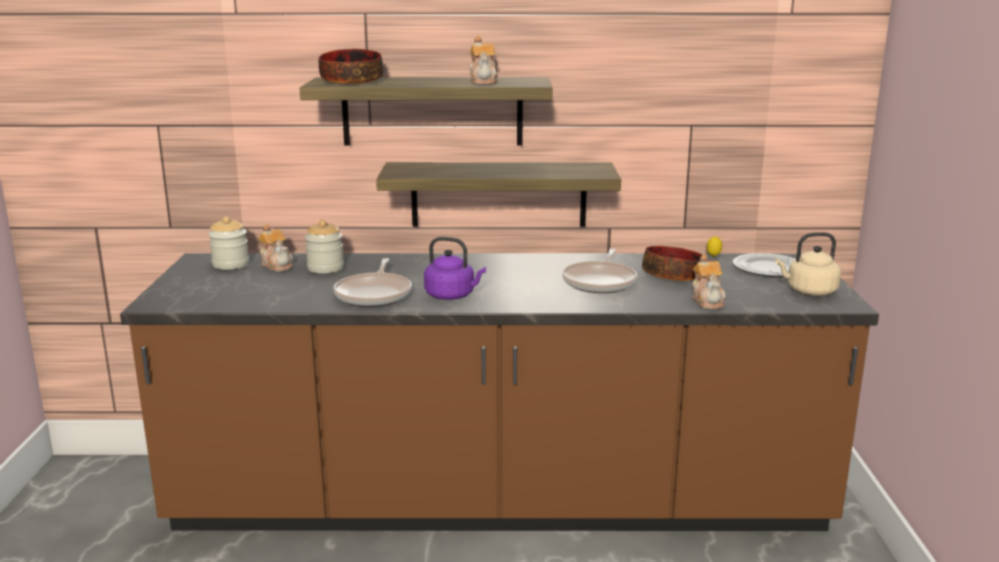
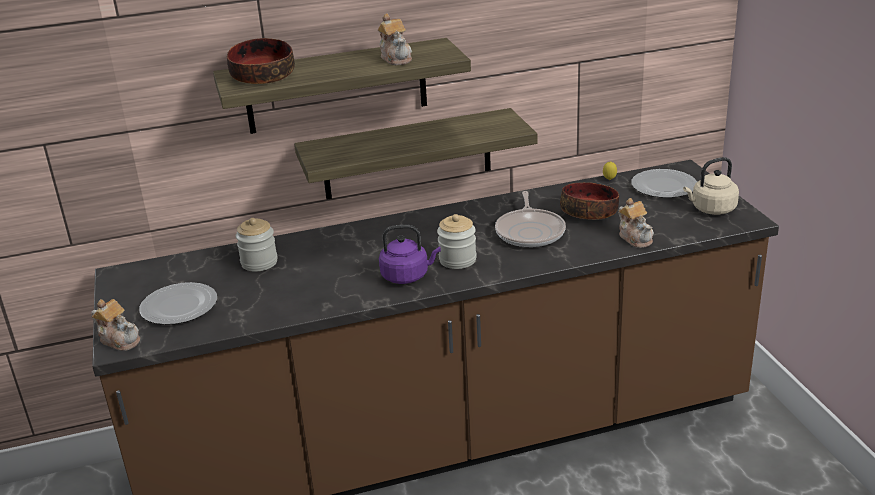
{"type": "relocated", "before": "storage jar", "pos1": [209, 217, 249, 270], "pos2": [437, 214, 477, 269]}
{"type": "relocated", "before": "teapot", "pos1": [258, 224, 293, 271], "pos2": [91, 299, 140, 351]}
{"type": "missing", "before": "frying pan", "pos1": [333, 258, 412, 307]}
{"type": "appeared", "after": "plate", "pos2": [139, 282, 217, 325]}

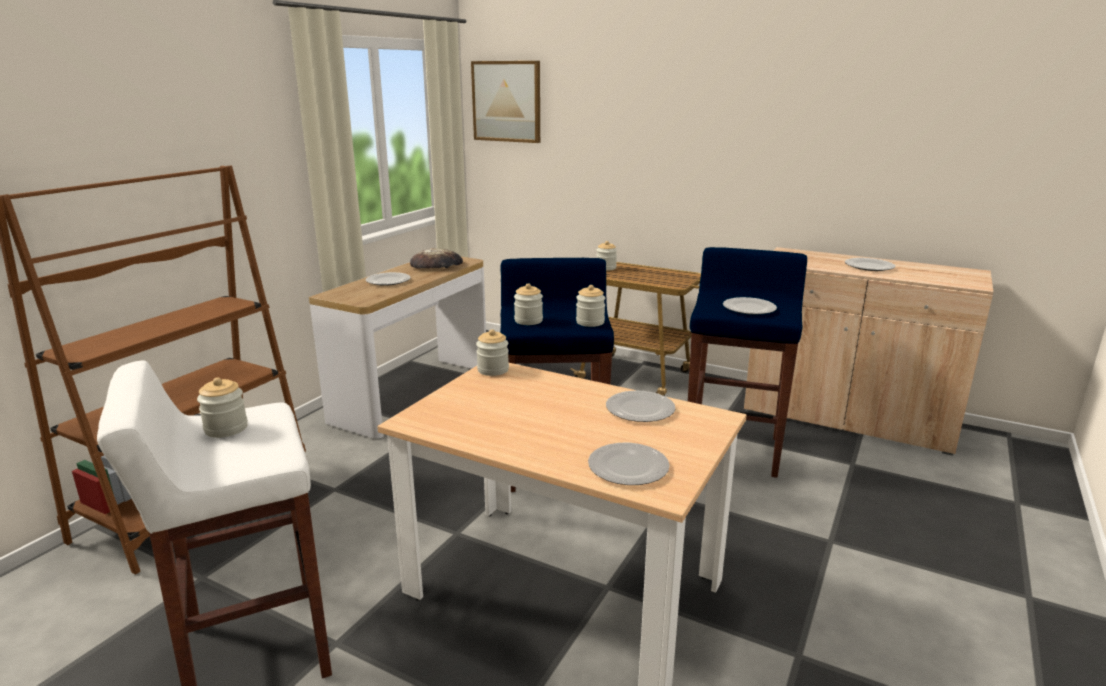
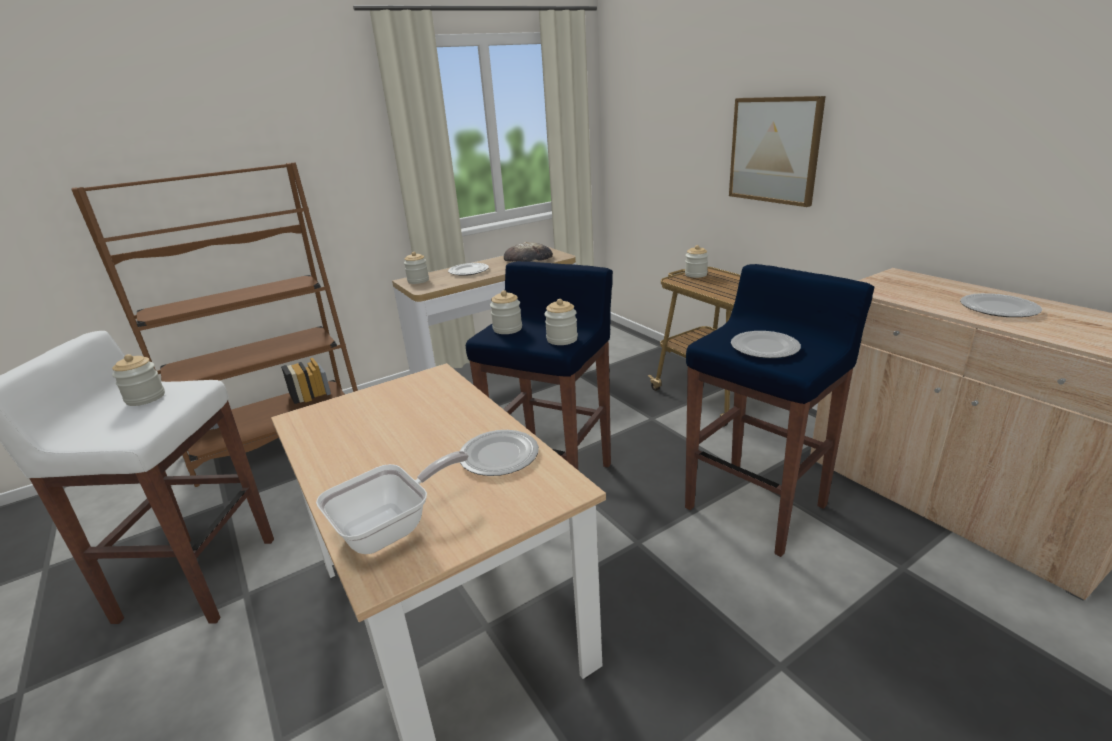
{"type": "relocated", "before": "picture", "pos1": [471, 61, 540, 143], "pos2": [729, 96, 826, 207]}
{"type": "relocated", "before": "storage jar", "pos1": [476, 329, 509, 376], "pos2": [404, 252, 429, 284]}
{"type": "exchanged", "before": "plate", "after": "frying pan", "pos1": [588, 443, 670, 485], "pos2": [316, 451, 469, 554]}

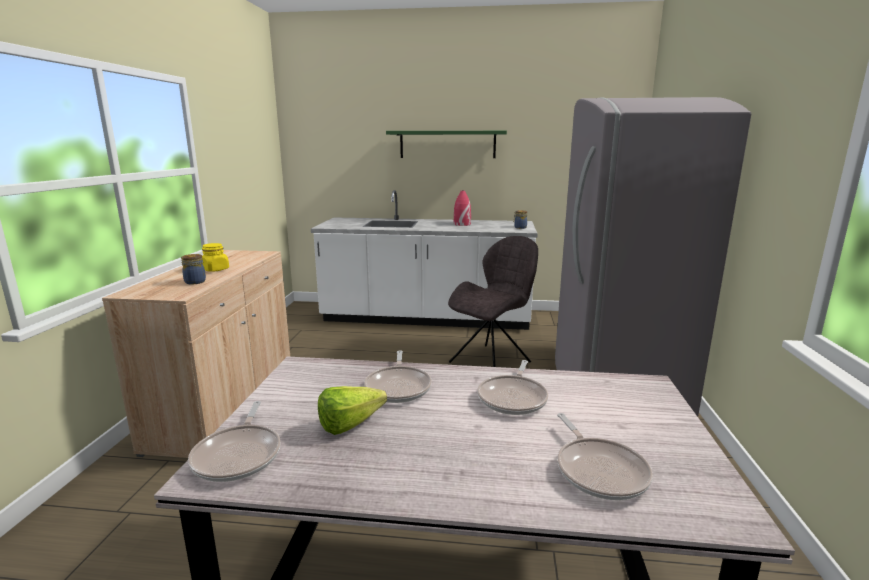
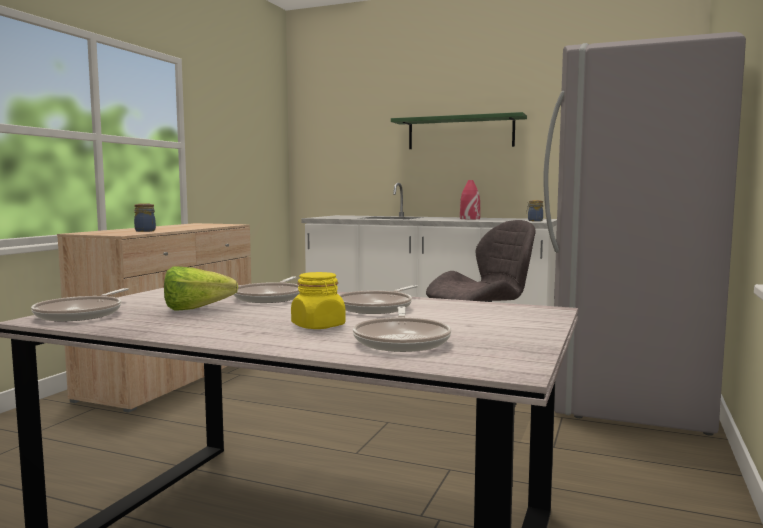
{"type": "relocated", "before": "yellow-coloured storage jar", "pos1": [202, 243, 229, 272], "pos2": [291, 272, 346, 329]}

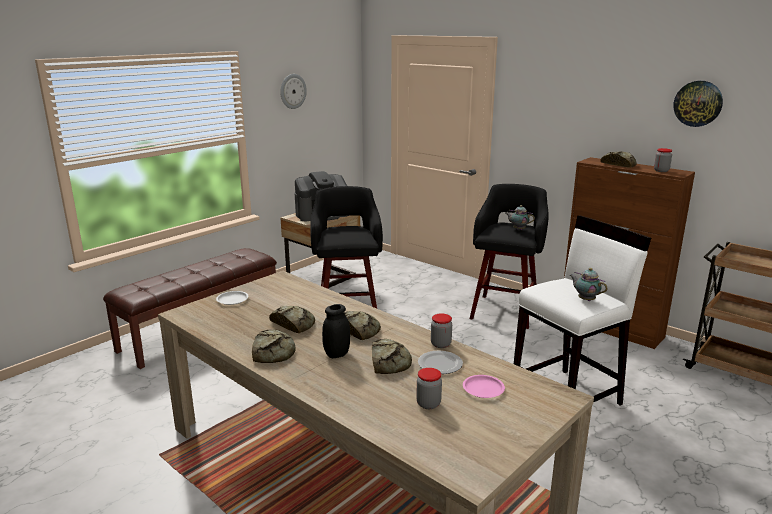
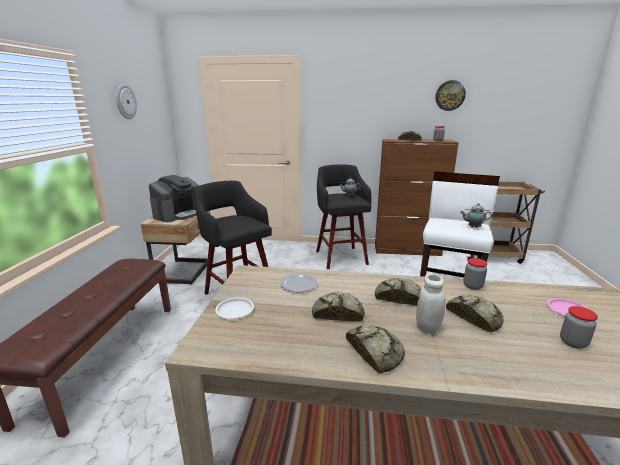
{"type": "colour", "before": "blackish storage jar", "after": "whitish storage jar", "pos1": [322, 304, 350, 358], "pos2": [416, 274, 446, 334]}
{"type": "relocated", "before": "plate", "pos1": [418, 351, 463, 374], "pos2": [280, 273, 318, 293]}

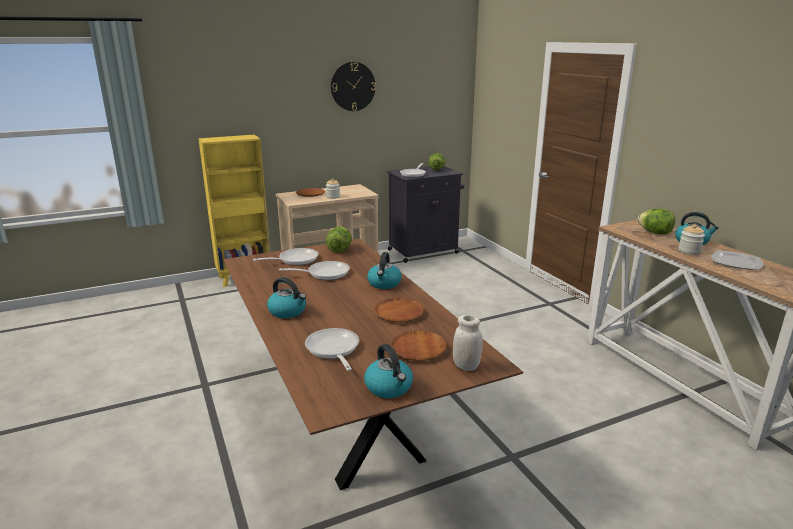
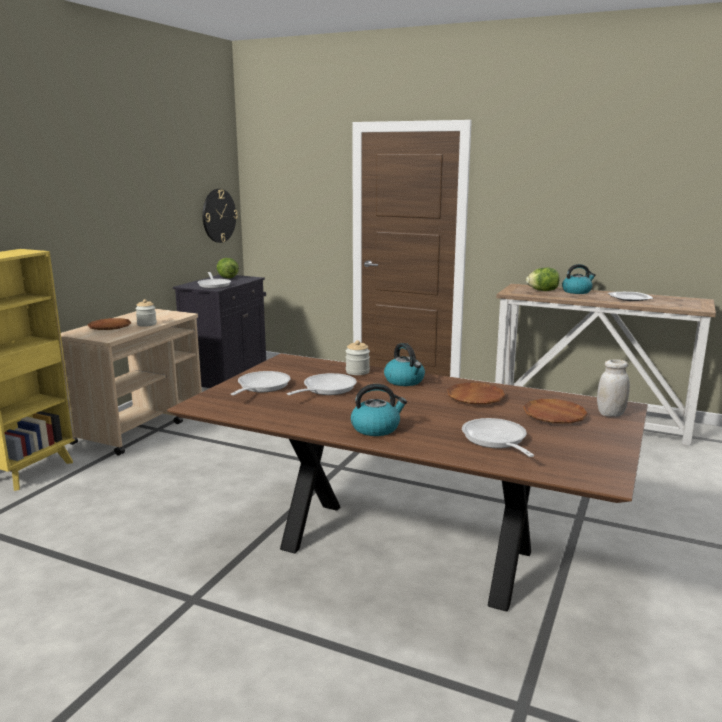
{"type": "relocated", "before": "wall clock", "pos1": [331, 62, 376, 111], "pos2": [203, 189, 238, 243]}
{"type": "relocated", "before": "storage jar", "pos1": [678, 224, 705, 255], "pos2": [346, 340, 370, 375]}
{"type": "missing", "before": "lettuce head", "pos1": [326, 227, 352, 253]}
{"type": "spun", "before": "frying pan", "pos1": [305, 328, 359, 371], "pos2": [462, 418, 534, 457], "turn": 45}
{"type": "missing", "before": "water kettle", "pos1": [364, 344, 413, 398]}

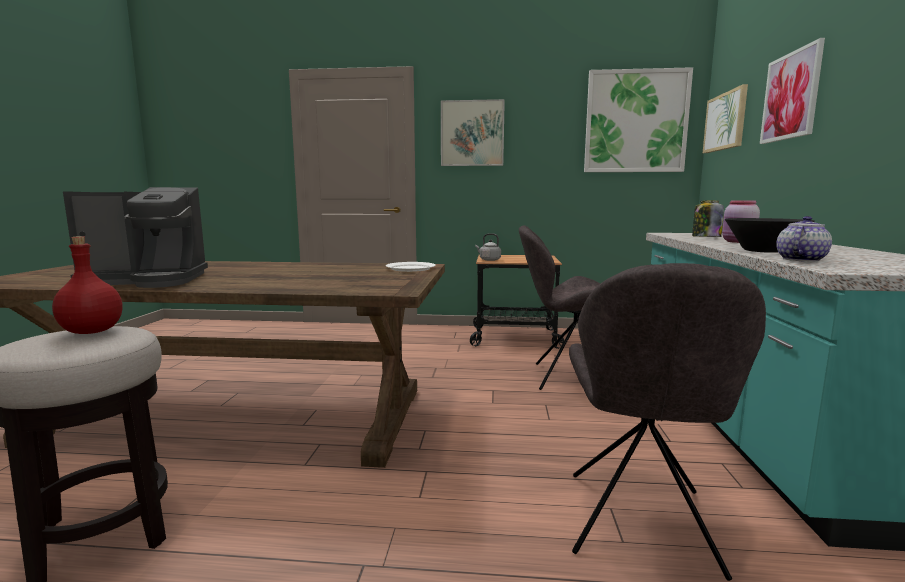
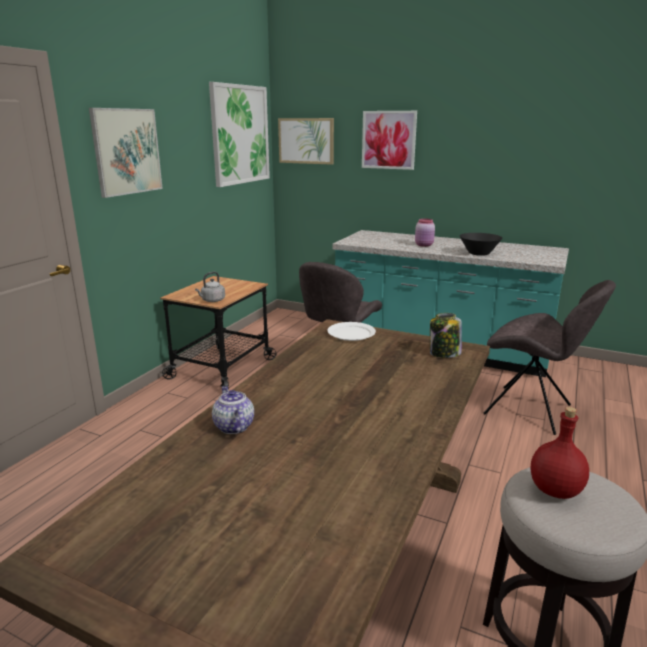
{"type": "missing", "before": "coffee brewer", "pos1": [63, 187, 208, 288]}
{"type": "relocated", "before": "storage jar", "pos1": [692, 200, 724, 237], "pos2": [430, 313, 462, 358]}
{"type": "relocated", "before": "teapot", "pos1": [776, 216, 832, 262], "pos2": [212, 386, 254, 434]}

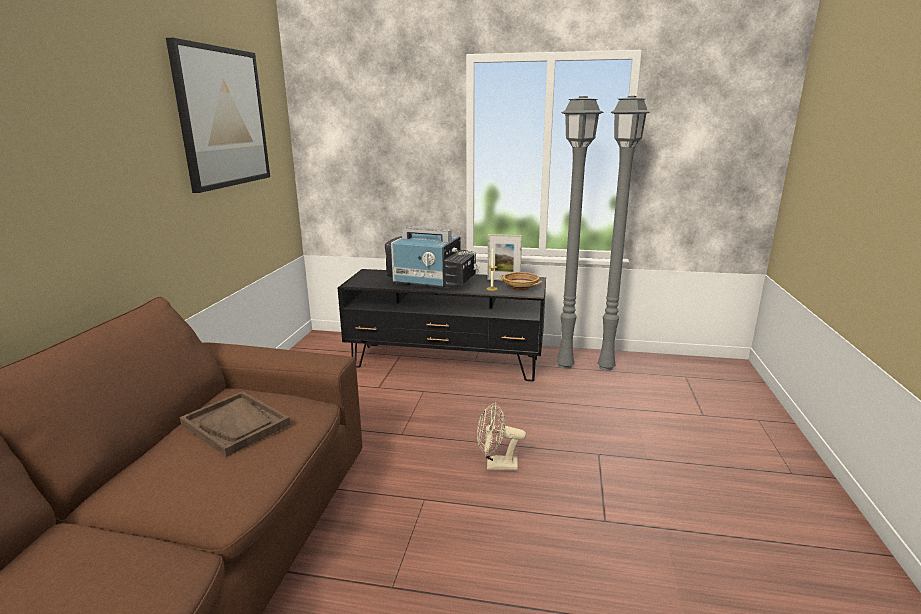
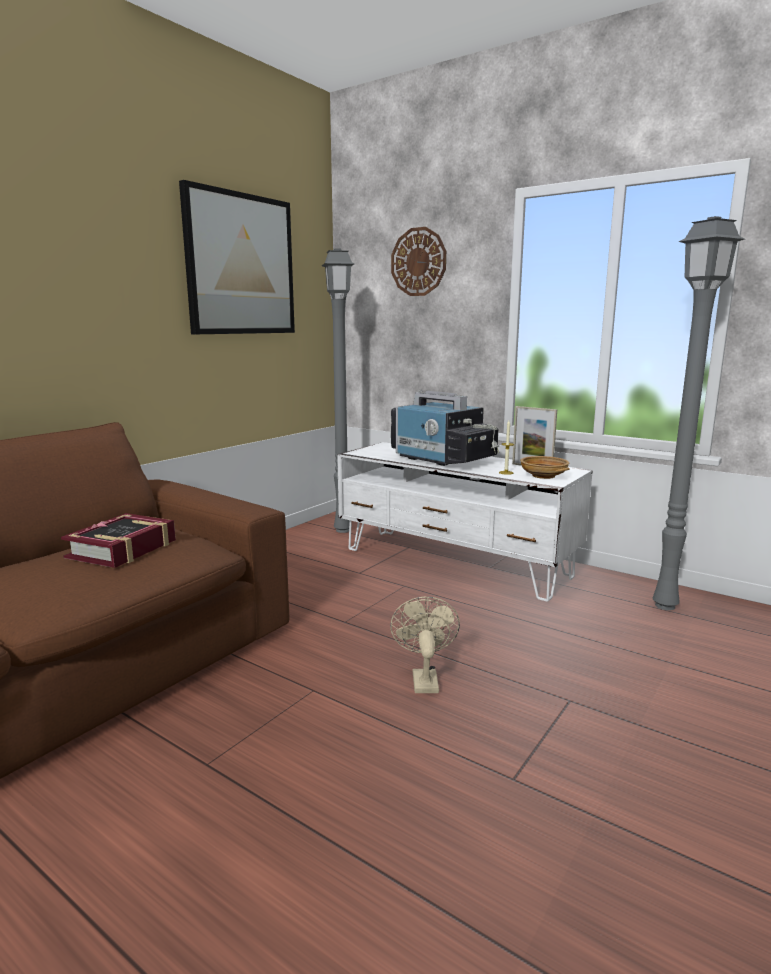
{"type": "relocated", "before": "gray floor lamp", "pos1": [557, 96, 604, 369], "pos2": [322, 248, 354, 533]}
{"type": "colour", "before": "blackish tv stand", "after": "whitish tv stand", "pos1": [338, 269, 546, 381], "pos2": [337, 442, 593, 602]}
{"type": "exchanged", "before": "brownish carrying tray", "after": "bound book", "pos1": [180, 391, 291, 457], "pos2": [61, 513, 176, 568]}
{"type": "spun", "before": "sand-coloured cooling fan", "pos1": [477, 402, 526, 471], "pos2": [390, 597, 460, 693], "turn": 60}
{"type": "appeared", "after": "wall clock", "pos2": [391, 227, 446, 296]}

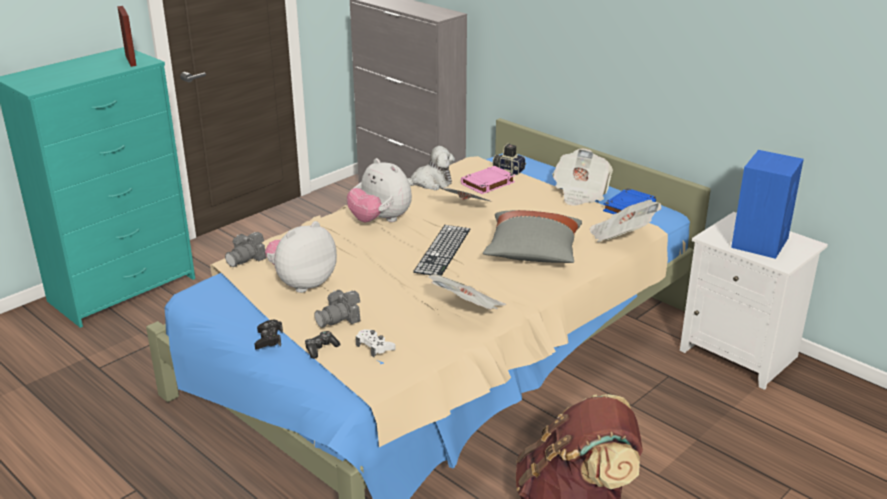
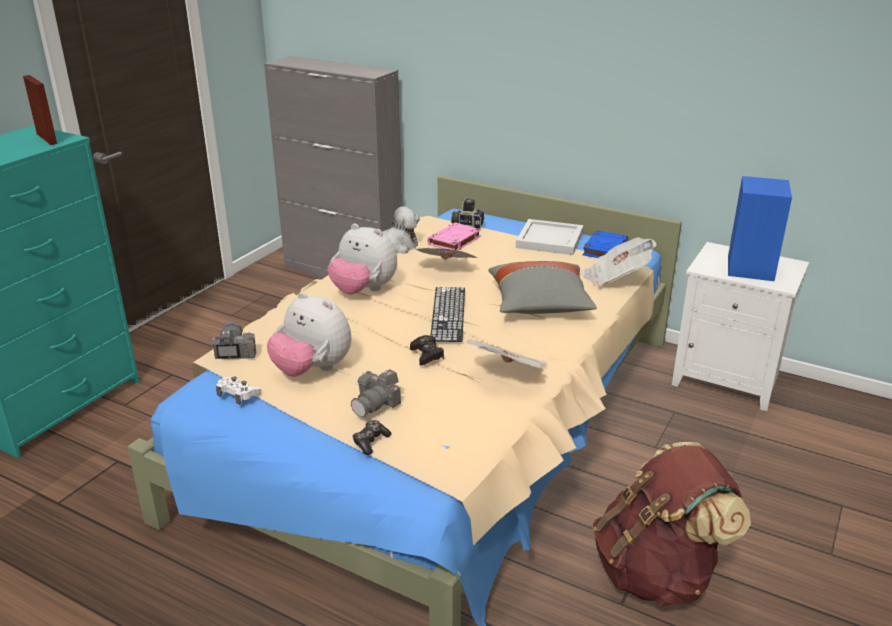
{"type": "exchanged", "before": "daily paper", "after": "whitish carrying tray", "pos1": [552, 148, 613, 206], "pos2": [516, 219, 583, 255]}
{"type": "spun", "before": "cuddly toy", "pos1": [265, 221, 337, 293], "pos2": [267, 292, 352, 377], "turn": -90}
{"type": "spun", "before": "photo camera", "pos1": [225, 232, 266, 267], "pos2": [212, 322, 256, 359], "turn": 150}
{"type": "relocated", "before": "blackish game controller", "pos1": [255, 320, 283, 349], "pos2": [410, 335, 444, 365]}
{"type": "relocated", "before": "whitish game controller", "pos1": [356, 329, 396, 357], "pos2": [216, 377, 261, 405]}

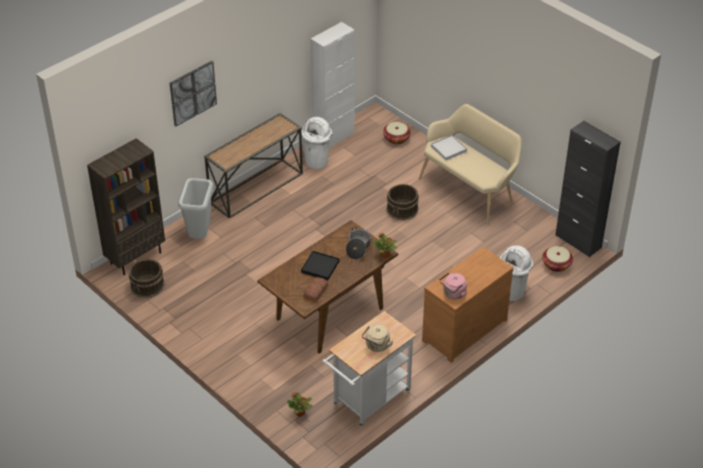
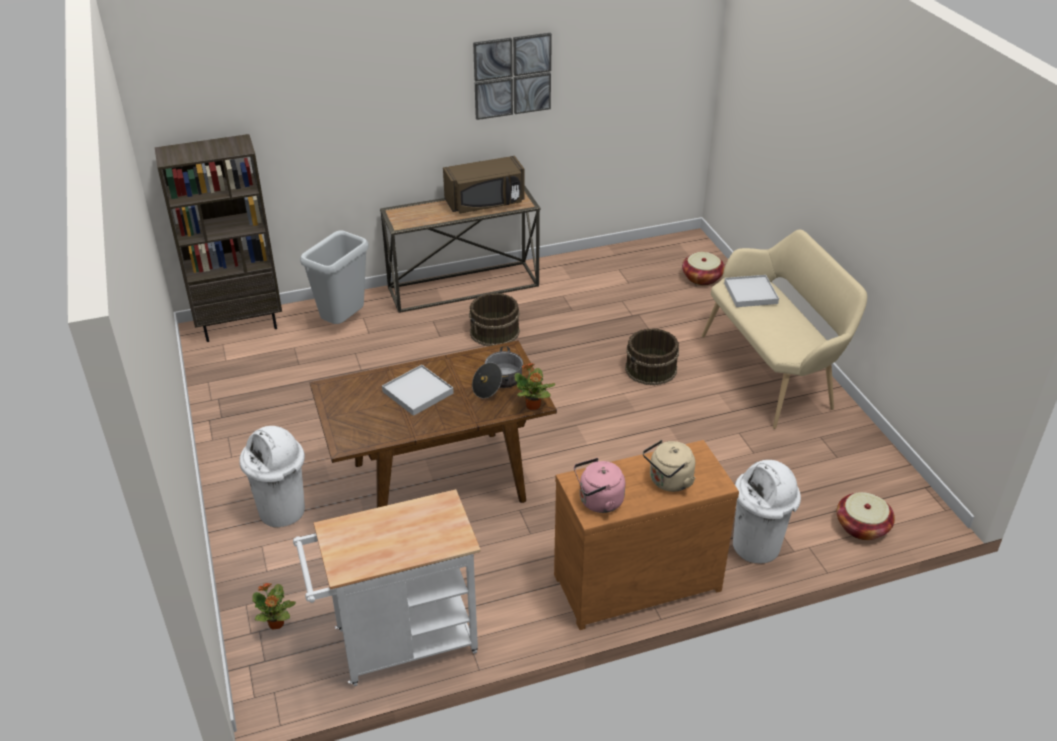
{"type": "missing", "before": "whitish cupboard", "pos1": [311, 22, 355, 148]}
{"type": "relocated", "before": "picture", "pos1": [170, 61, 217, 126], "pos2": [473, 33, 552, 120]}
{"type": "relocated", "before": "whitish waste bin", "pos1": [301, 117, 332, 169], "pos2": [239, 426, 305, 527]}
{"type": "missing", "before": "blackish cupboard", "pos1": [555, 121, 621, 257]}
{"type": "colour", "before": "blackish carrying tray", "after": "whitish carrying tray", "pos1": [301, 251, 339, 281], "pos2": [382, 365, 454, 416]}
{"type": "relocated", "before": "brownish pail", "pos1": [129, 259, 165, 298], "pos2": [469, 293, 520, 346]}
{"type": "missing", "before": "bread", "pos1": [304, 277, 328, 302]}
{"type": "relocated", "before": "sand-coloured water kettle", "pos1": [362, 324, 393, 352], "pos2": [643, 440, 695, 492]}
{"type": "appeared", "after": "brownish microwave oven", "pos2": [443, 156, 525, 213]}

